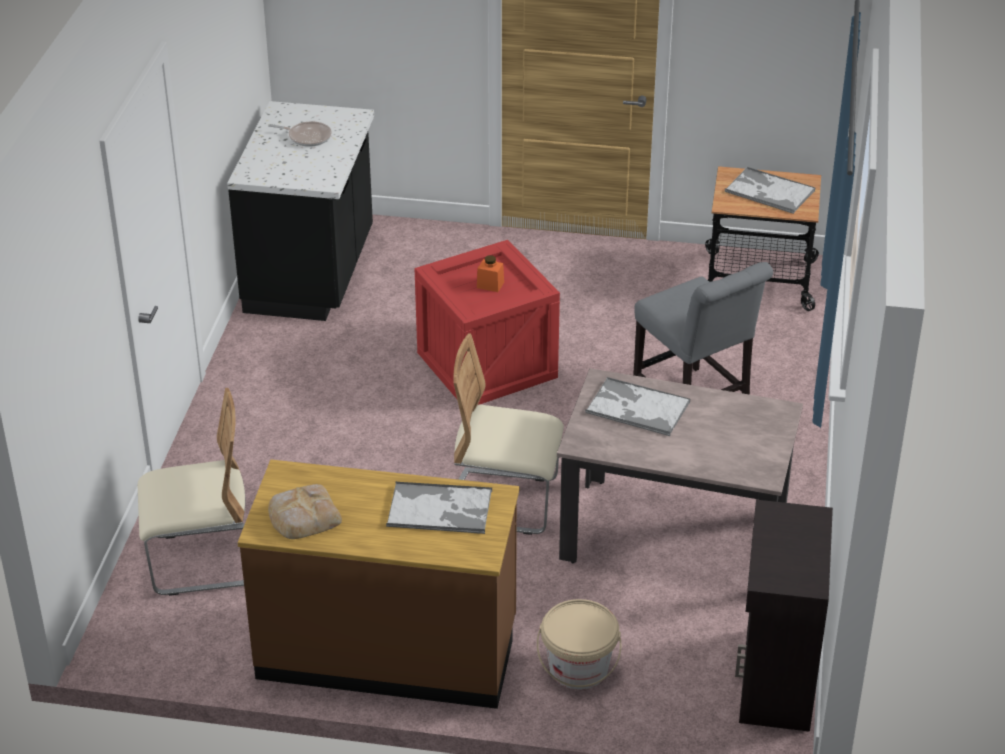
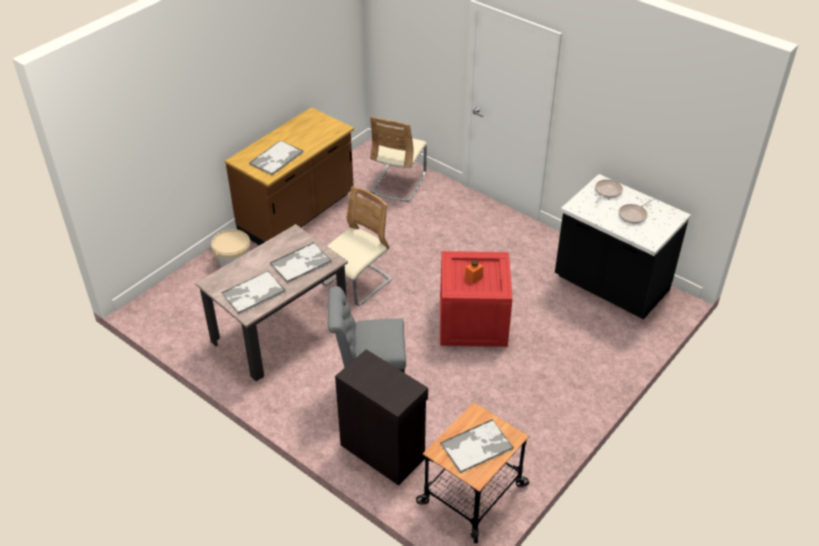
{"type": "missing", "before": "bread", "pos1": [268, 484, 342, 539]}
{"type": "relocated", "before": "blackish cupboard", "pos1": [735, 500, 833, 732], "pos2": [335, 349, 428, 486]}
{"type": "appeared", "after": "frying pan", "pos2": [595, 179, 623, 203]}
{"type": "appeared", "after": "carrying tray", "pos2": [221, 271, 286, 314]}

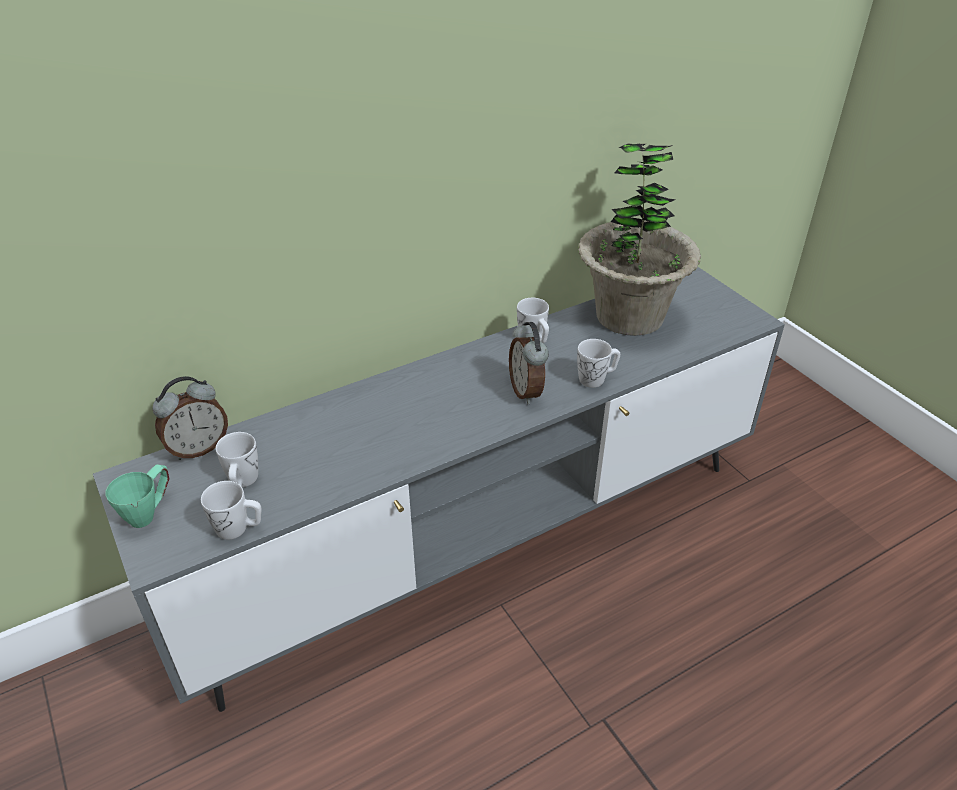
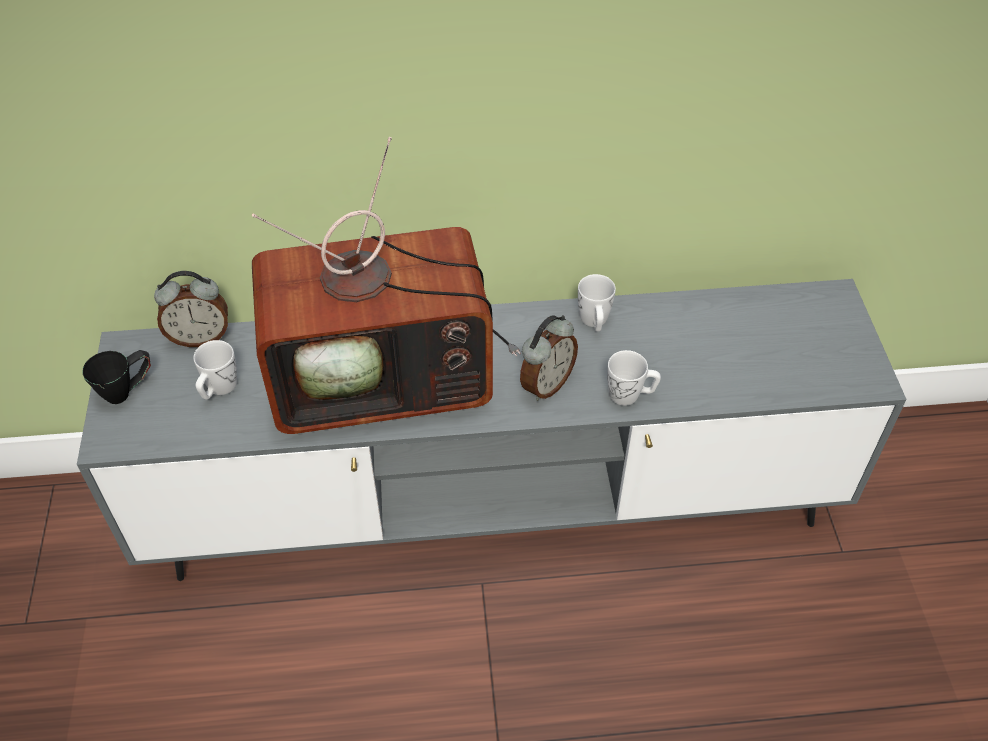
{"type": "missing", "before": "potted plant", "pos1": [578, 143, 701, 336]}
{"type": "spun", "before": "table clock", "pos1": [509, 322, 549, 404], "pos2": [520, 315, 578, 401], "turn": -150}
{"type": "colour", "before": "green tea mug", "after": "blackish tea mug", "pos1": [105, 464, 169, 528], "pos2": [82, 350, 151, 404]}
{"type": "missing", "before": "whitish tea mug", "pos1": [201, 481, 262, 540]}
{"type": "appeared", "after": "TV set", "pos2": [252, 137, 521, 434]}

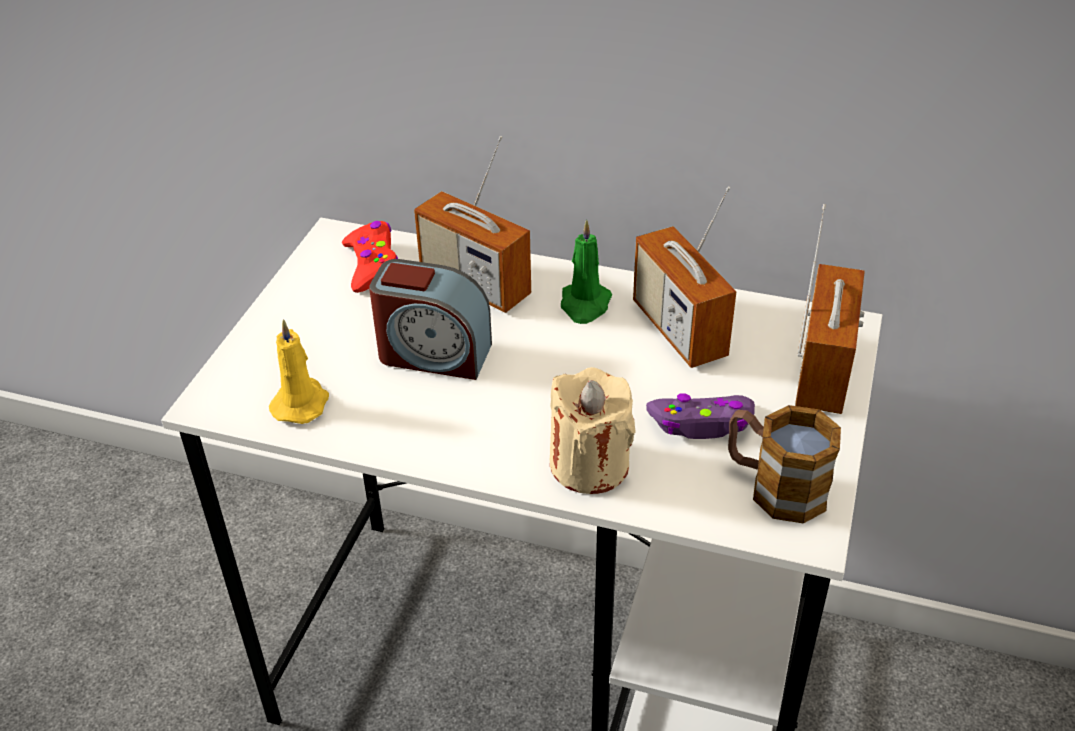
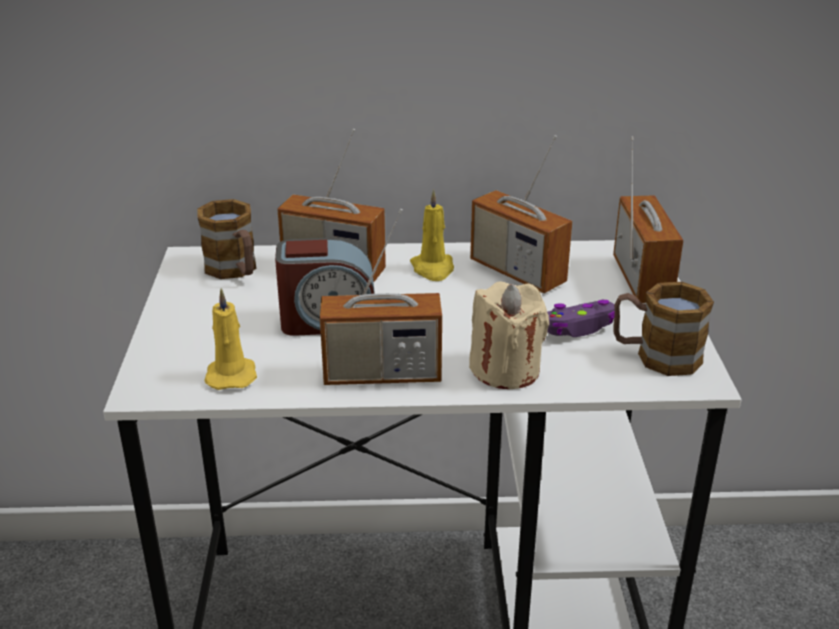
{"type": "colour", "before": "green candle", "after": "yellow-coloured candle", "pos1": [561, 220, 612, 324], "pos2": [410, 189, 454, 281]}
{"type": "exchanged", "before": "reddish game controller", "after": "tea mug", "pos1": [342, 221, 398, 293], "pos2": [197, 199, 256, 279]}
{"type": "appeared", "after": "radio", "pos2": [320, 209, 442, 385]}

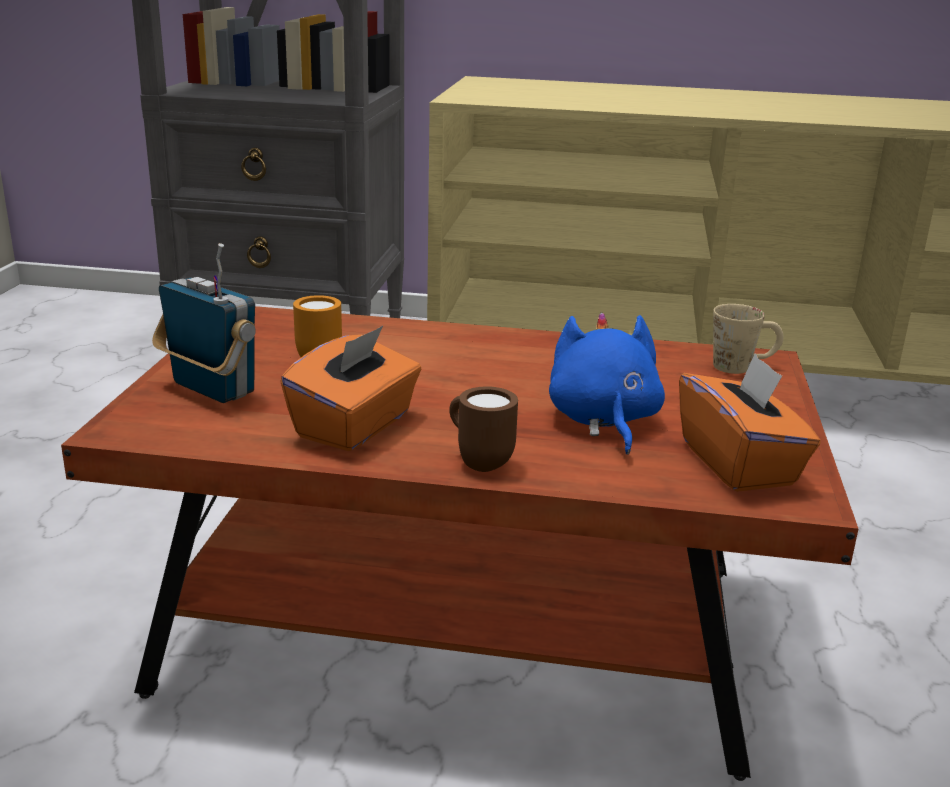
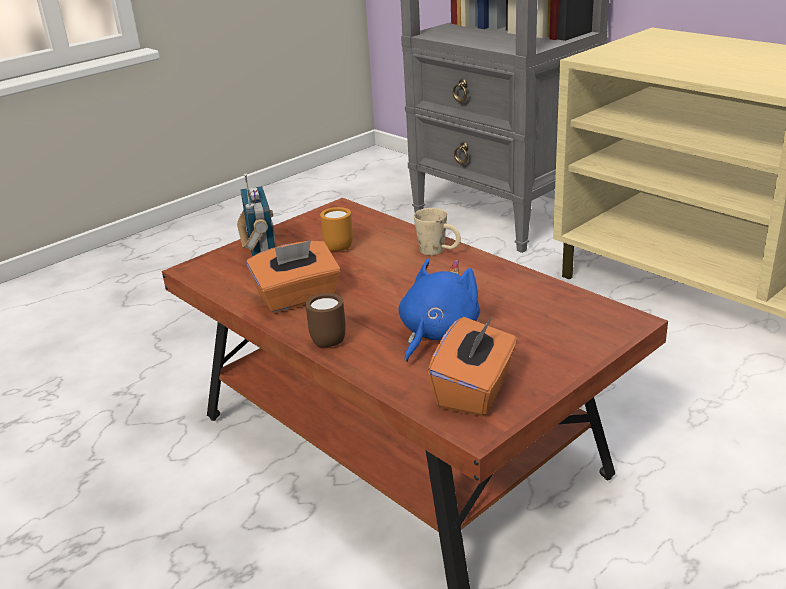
{"type": "relocated", "before": "sand-coloured tea mug", "pos1": [713, 304, 784, 374], "pos2": [414, 208, 461, 255]}

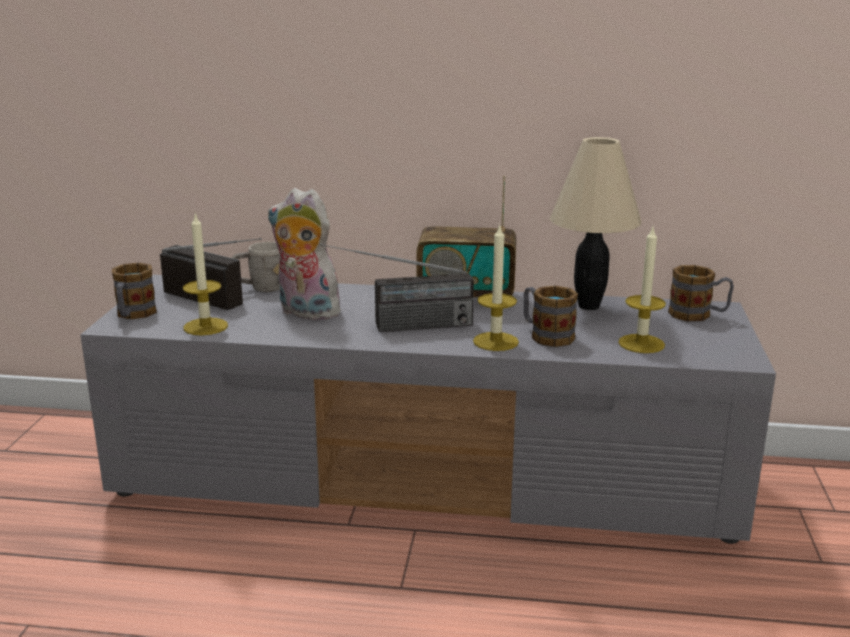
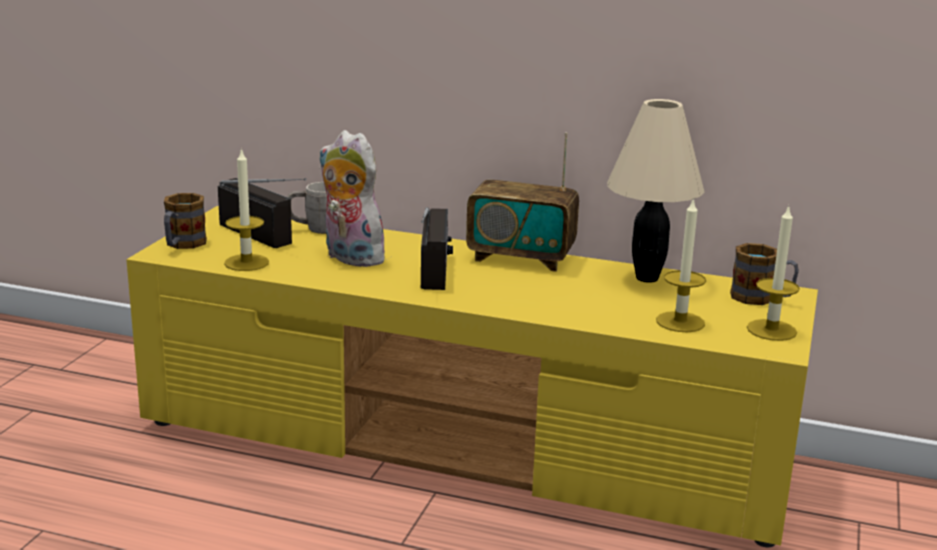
{"type": "relocated", "before": "candle", "pos1": [473, 223, 519, 351], "pos2": [747, 205, 800, 341]}
{"type": "spun", "before": "radio", "pos1": [320, 244, 474, 332], "pos2": [421, 207, 453, 290], "turn": -90}
{"type": "colour", "before": "gray tv stand", "after": "yellow-coloured tv stand", "pos1": [80, 275, 776, 544], "pos2": [126, 206, 818, 547]}
{"type": "missing", "before": "tea mug", "pos1": [523, 286, 578, 347]}

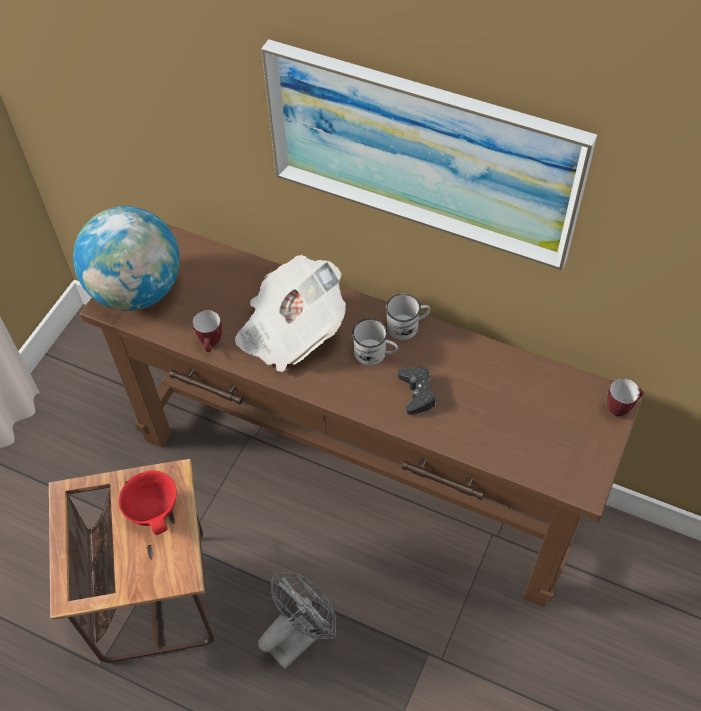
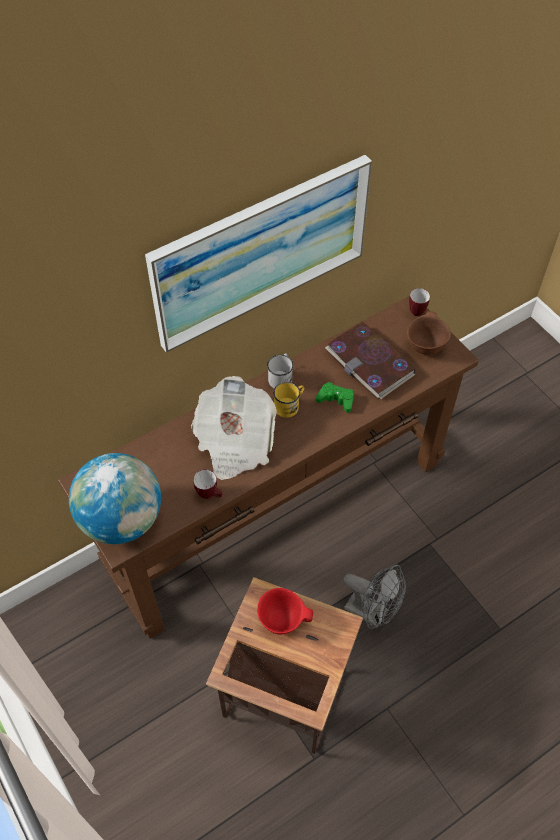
{"type": "colour", "before": "whitish tea mug", "after": "yellow-coloured tea mug", "pos1": [352, 319, 398, 365], "pos2": [273, 382, 305, 418]}
{"type": "colour", "before": "blackish game controller", "after": "green game controller", "pos1": [398, 367, 436, 415], "pos2": [316, 382, 354, 413]}
{"type": "spun", "before": "gray cooling fan", "pos1": [258, 572, 336, 669], "pos2": [343, 565, 406, 629], "turn": 135}
{"type": "appeared", "after": "brownish bowl", "pos2": [407, 311, 451, 355]}
{"type": "appeared", "after": "bound book", "pos2": [325, 322, 415, 400]}

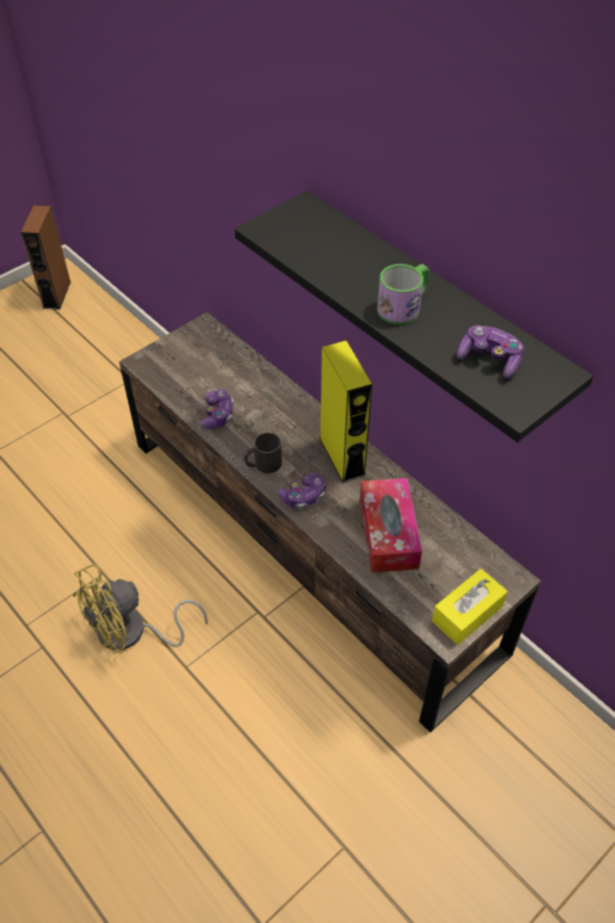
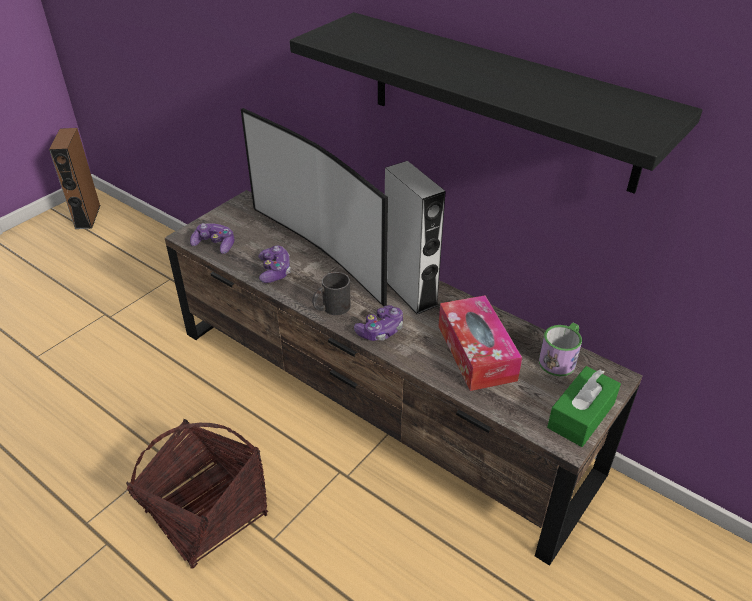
{"type": "relocated", "before": "tea mug", "pos1": [377, 264, 429, 325], "pos2": [539, 323, 582, 376]}
{"type": "relocated", "before": "game controller", "pos1": [456, 326, 524, 378], "pos2": [190, 223, 234, 254]}
{"type": "colour", "before": "yellow-coloured audio speaker", "after": "gray audio speaker", "pos1": [319, 340, 372, 483], "pos2": [385, 161, 446, 314]}
{"type": "exchanged", "before": "yellow-coloured cooling fan", "after": "storage basket", "pos1": [73, 564, 208, 651], "pos2": [126, 419, 268, 569]}
{"type": "colour", "before": "yellow-coloured box of tissues", "after": "green box of tissues", "pos1": [432, 569, 508, 645], "pos2": [547, 366, 621, 447]}
{"type": "appeared", "after": "TV set", "pos2": [241, 108, 388, 307]}

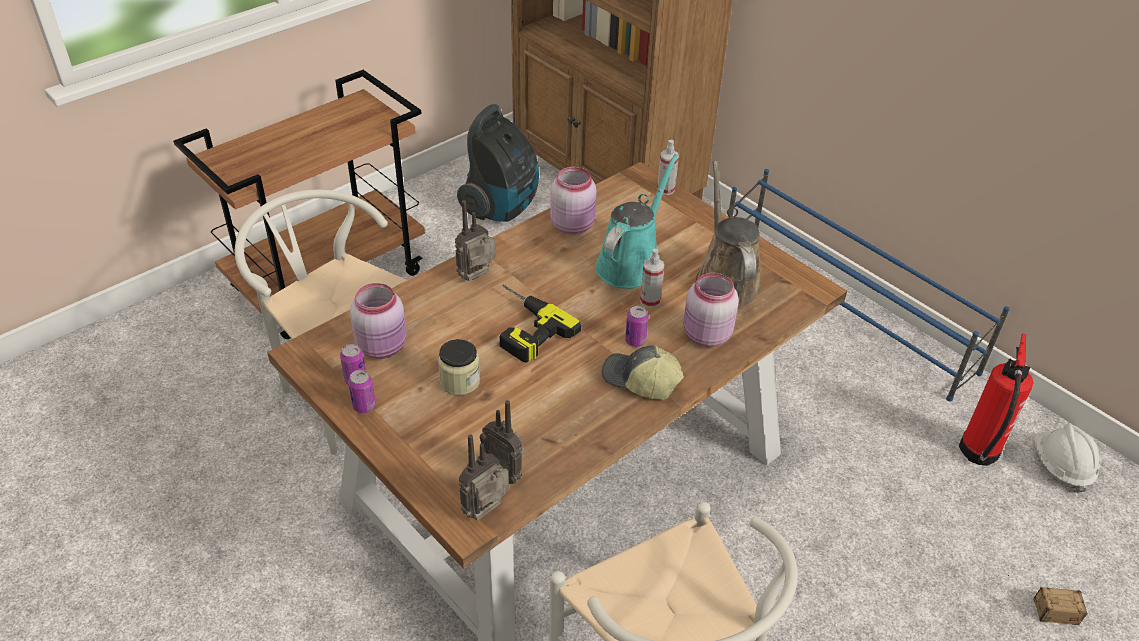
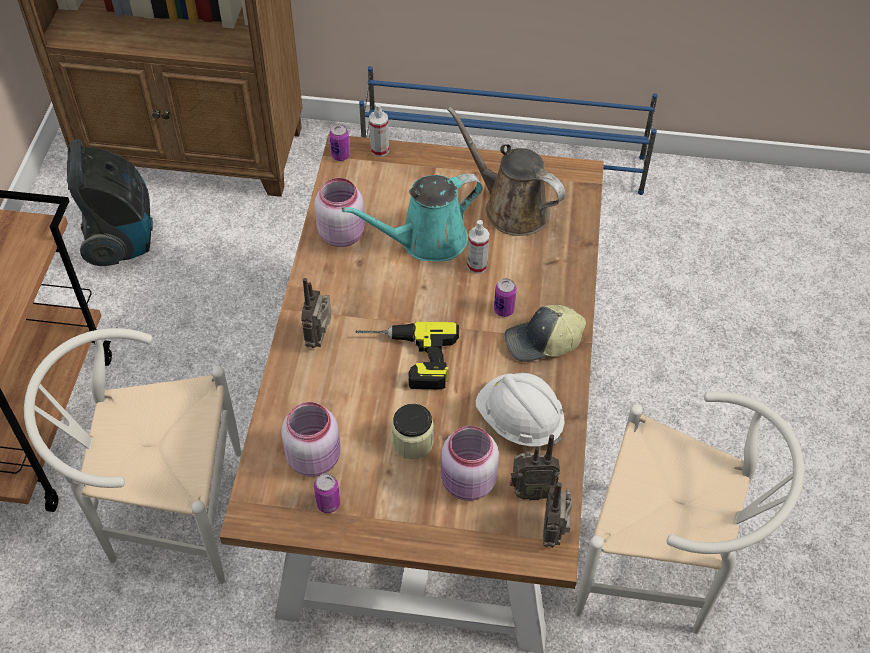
{"type": "spun", "before": "turquoise-coloured watering pot", "pos1": [595, 154, 678, 289], "pos2": [342, 173, 483, 261], "turn": -105}
{"type": "relocated", "before": "pink storage jar", "pos1": [683, 273, 739, 347], "pos2": [441, 426, 499, 501]}
{"type": "missing", "before": "fire-fighting cylinder", "pos1": [959, 333, 1034, 466]}
{"type": "relocated", "before": "can", "pos1": [348, 370, 376, 413], "pos2": [329, 124, 350, 161]}
{"type": "relocated", "before": "whitish safety helmet", "pos1": [1034, 424, 1100, 493], "pos2": [476, 373, 565, 447]}
{"type": "missing", "before": "storage container", "pos1": [1007, 574, 1088, 625]}

